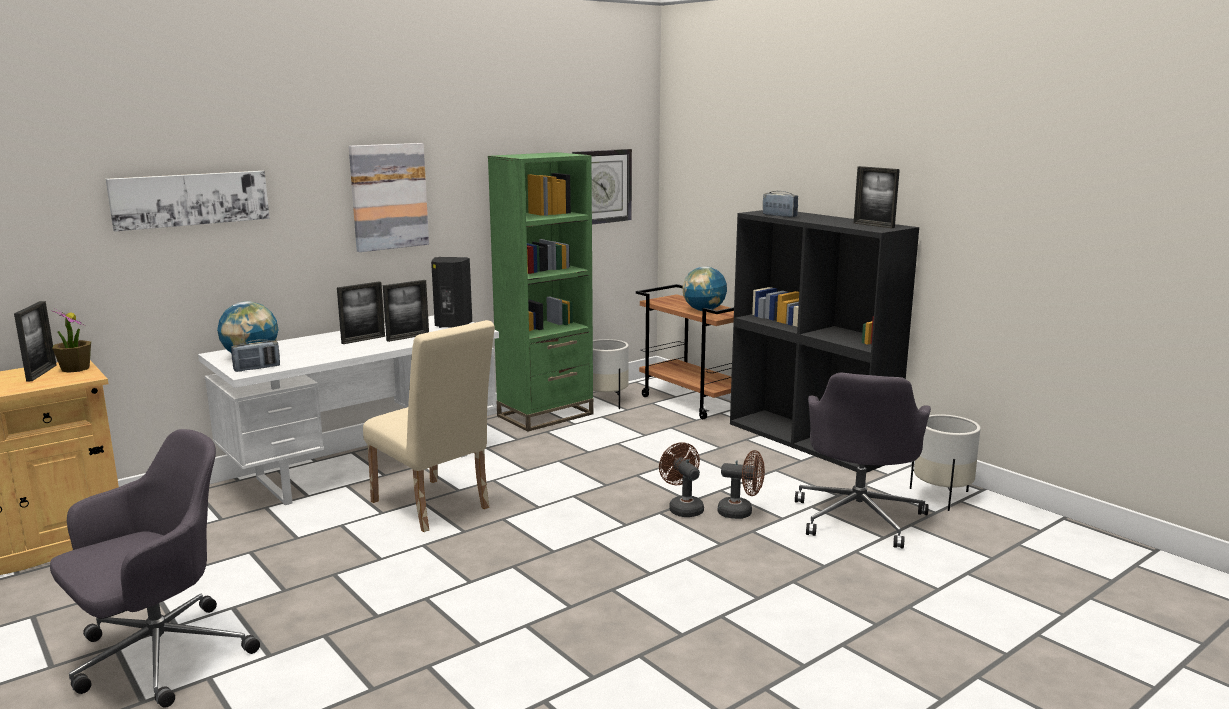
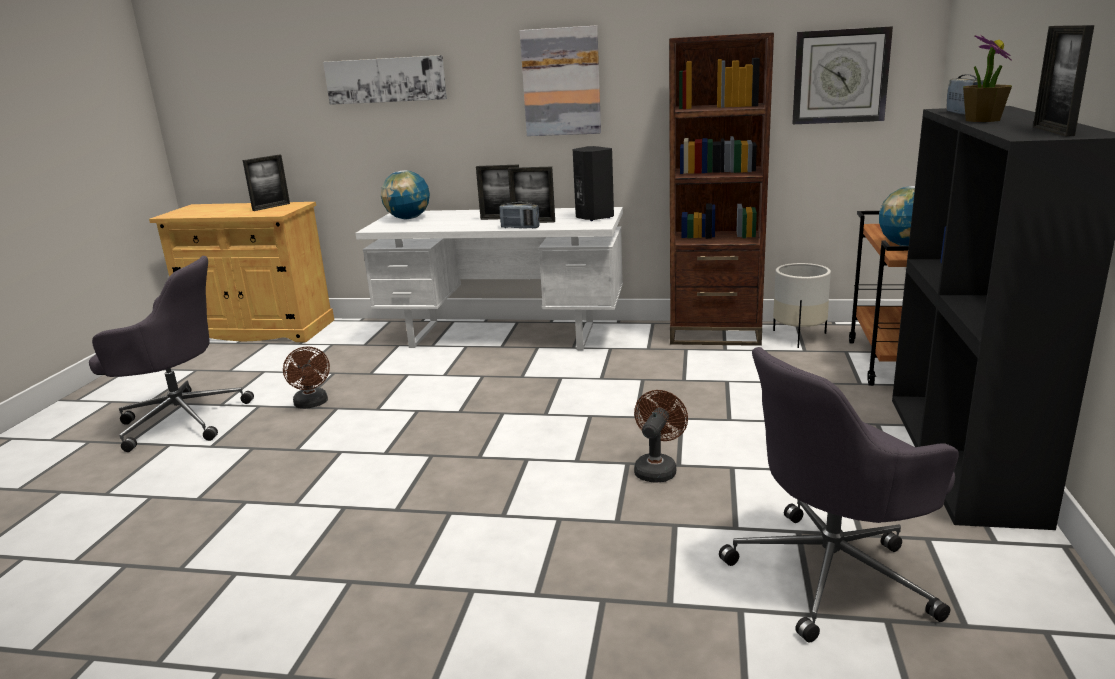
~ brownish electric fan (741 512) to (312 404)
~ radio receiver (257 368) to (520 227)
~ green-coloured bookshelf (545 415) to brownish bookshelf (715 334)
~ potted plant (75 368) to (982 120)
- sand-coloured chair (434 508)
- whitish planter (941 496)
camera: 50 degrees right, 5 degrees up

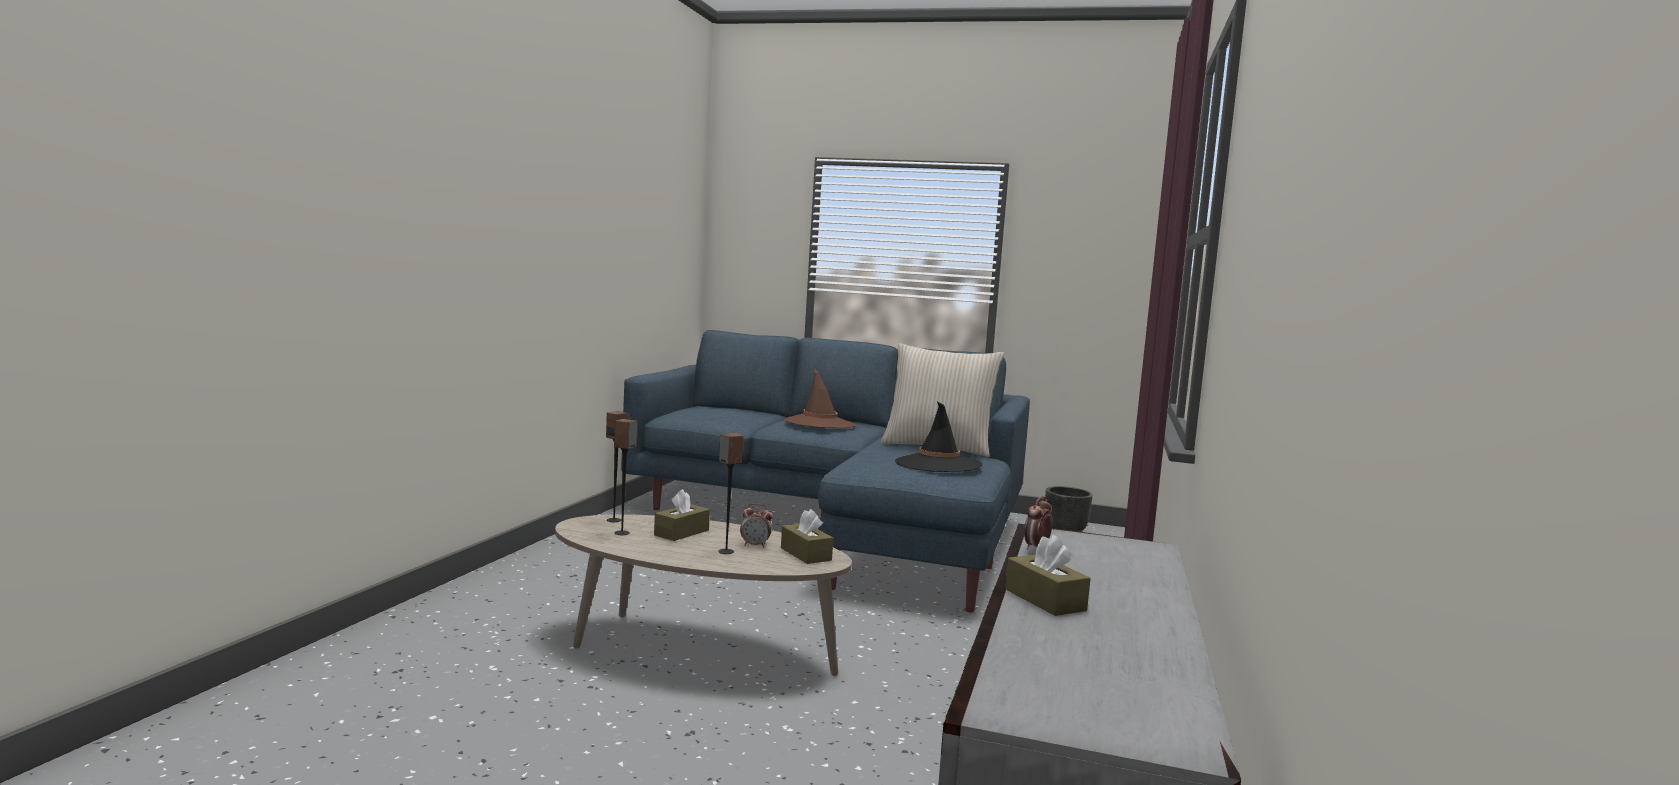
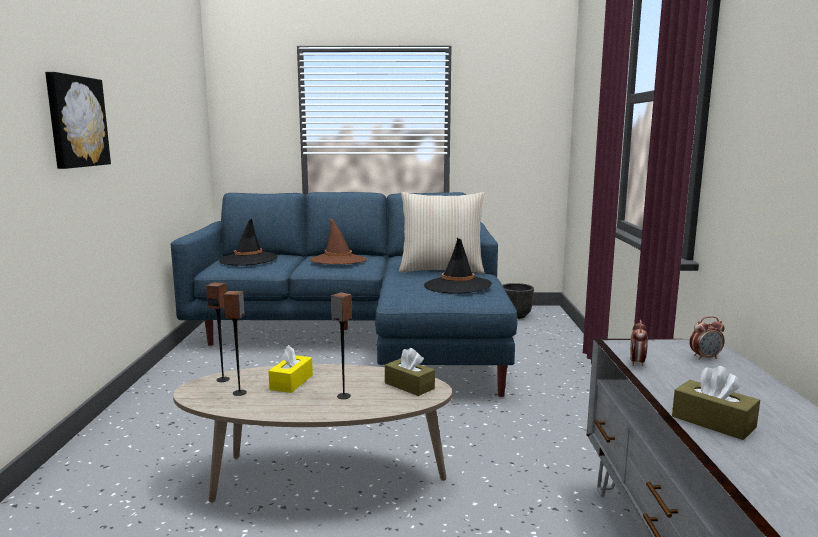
+ wall picture (76 121)
+ black-coloured wearable hat (248 259)
~ brownish box of tissues (681 532) to yellowish box of tissues (291 382)
~ alarm clock (755 545) to (705 357)
camera: 15 degrees left, 5 degrees up

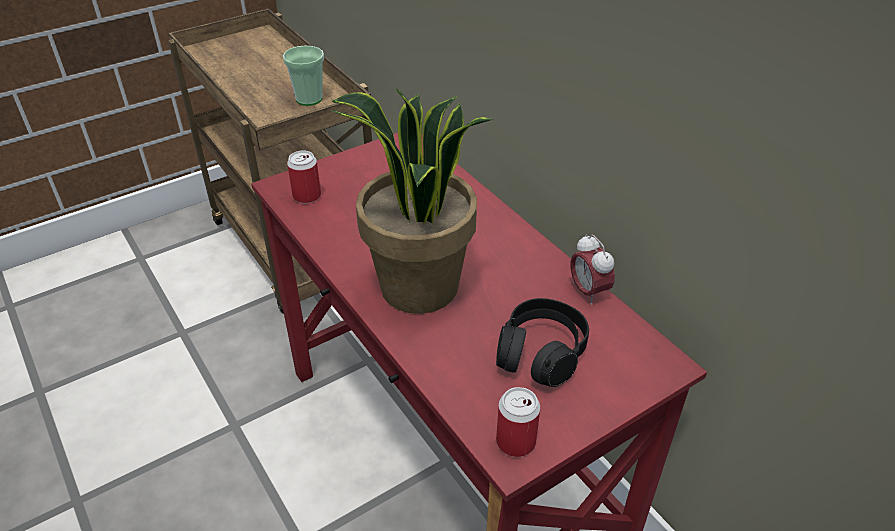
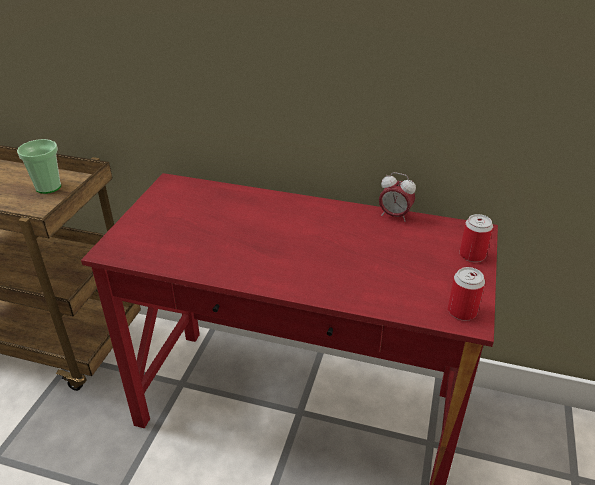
~ metal can (307 196) to (472 255)
- potted plant (418 288)
- black-coloured pair of headphones (541 353)
camera: 40 degrees left, 5 degrees down

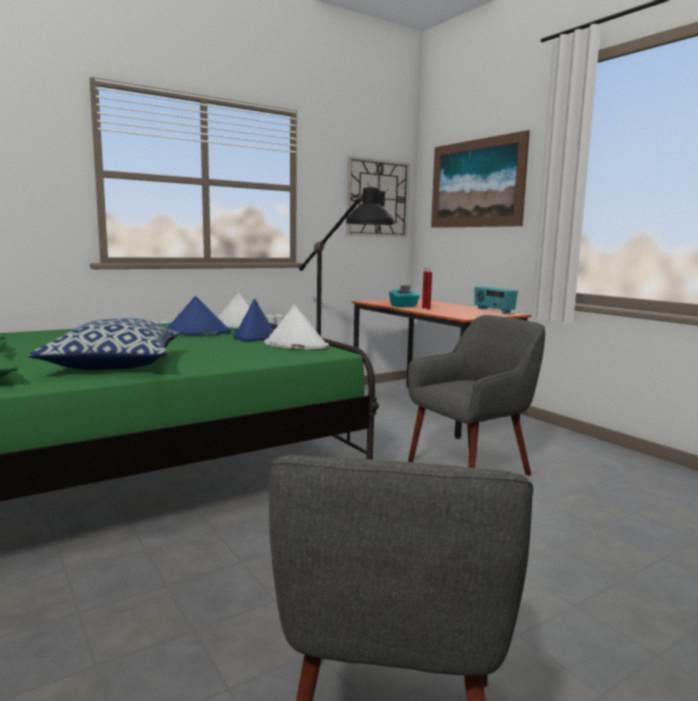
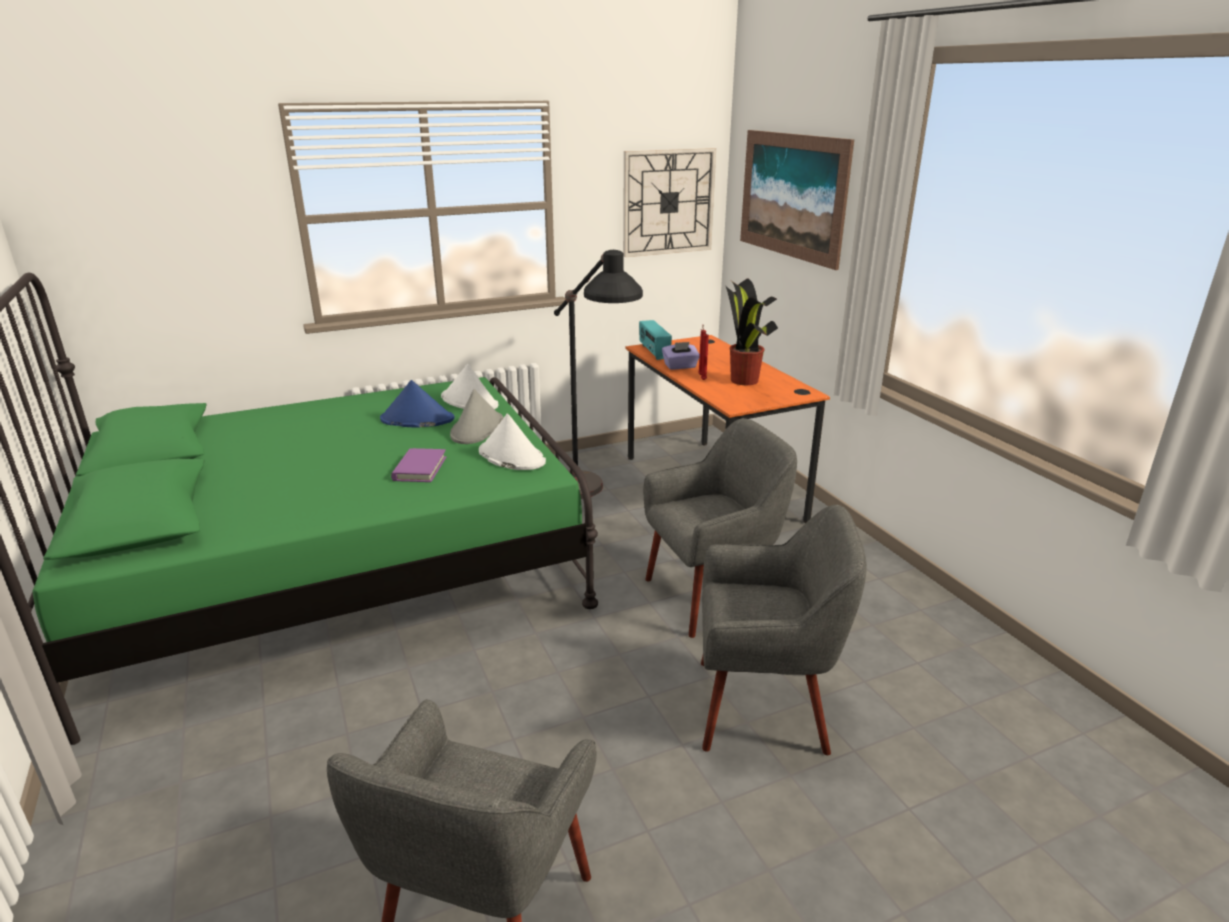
+ purple book (419 468)
~ blue-coloured wearable hat (254 335) to gray wearable hat (477 429)
~ radio receiver (493 310) to (653 352)
~ turquoise-coloured box of tissues (403 306) to purple box of tissues (680 366)
+ gray easy chair (763 707)
+ potted plant (744 381)
- cushion (113 365)
camera: 10 degrees right, 15 degrees up

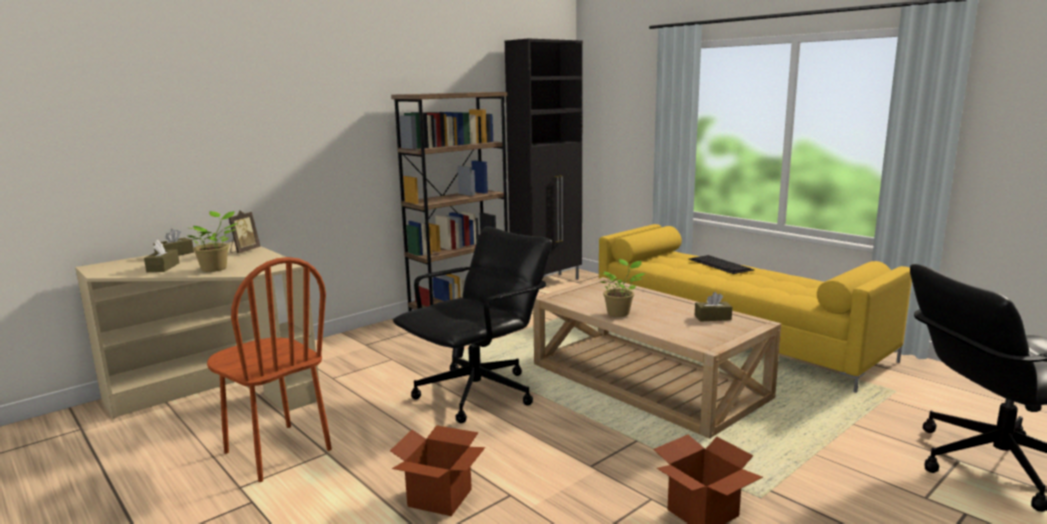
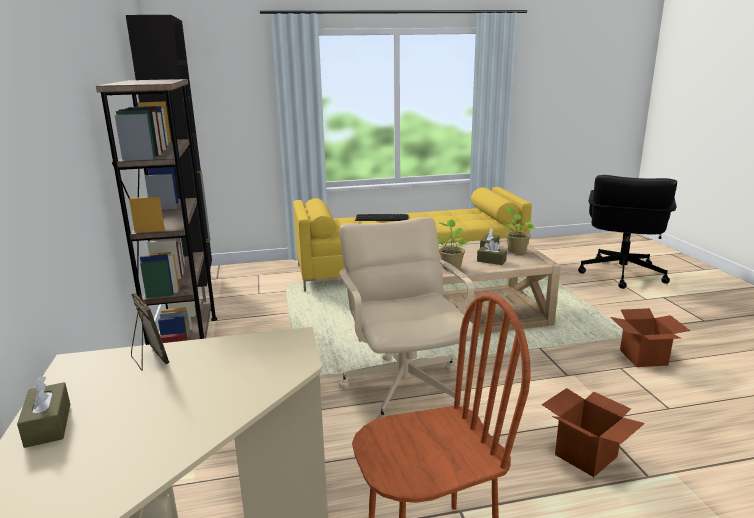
~ black-coloured office chair (478 393) to sand-coloured office chair (404 388)
~ brownish box of tissues (163 267) to (491 261)
~ potted plant (216 268) to (516 250)
camera: 60 degrees left, 5 degrees up

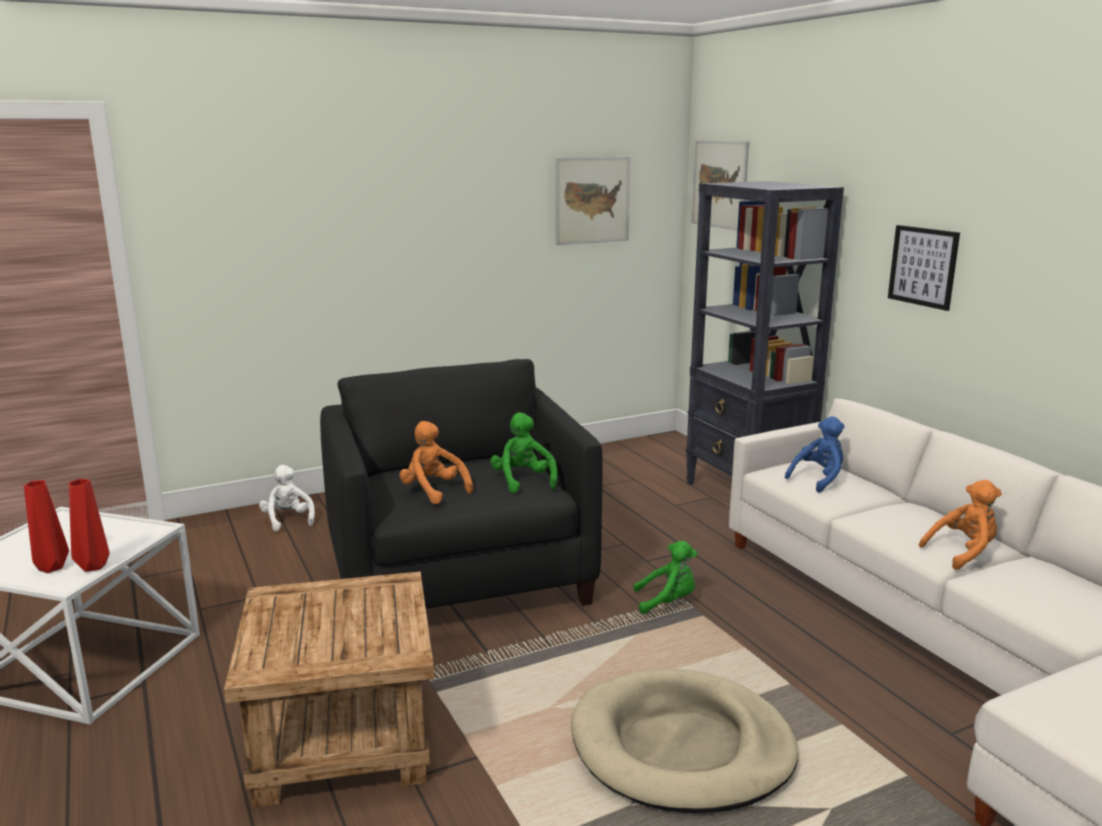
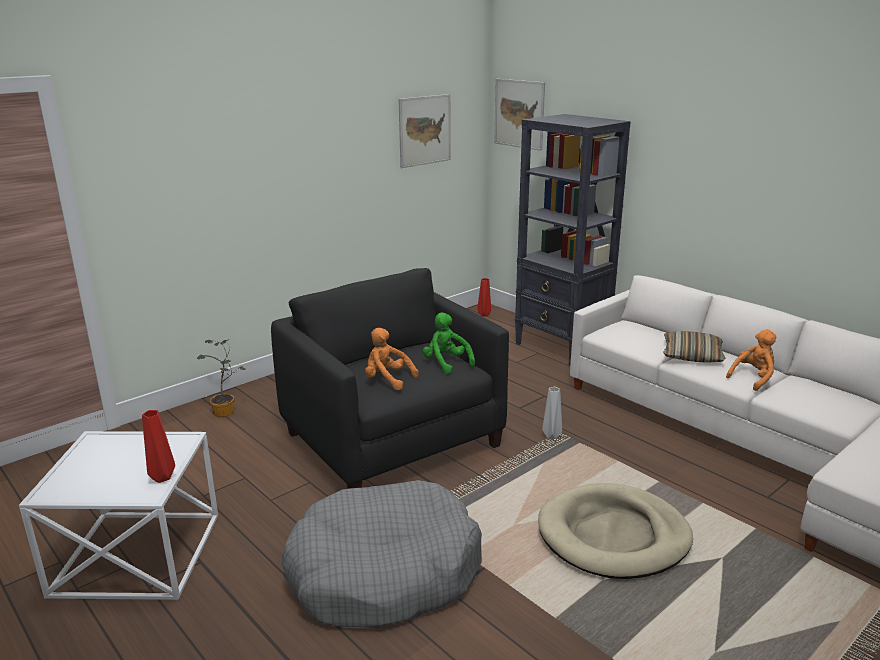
~ whitish soft toy (288 520) to potted plant (226 412)
~ brownish side table (345 738) to gray pet bed (383 572)
~ reddish decorative vase (53 567) to (484 314)
~ green-coloured soft toy (667 602) to gray decorative vase (550 436)
+ cushion (692 355)
- blue-coloured soft toy (818 479)
- wall picture (923 266)
camera: 15 degrees left, 5 degrees up

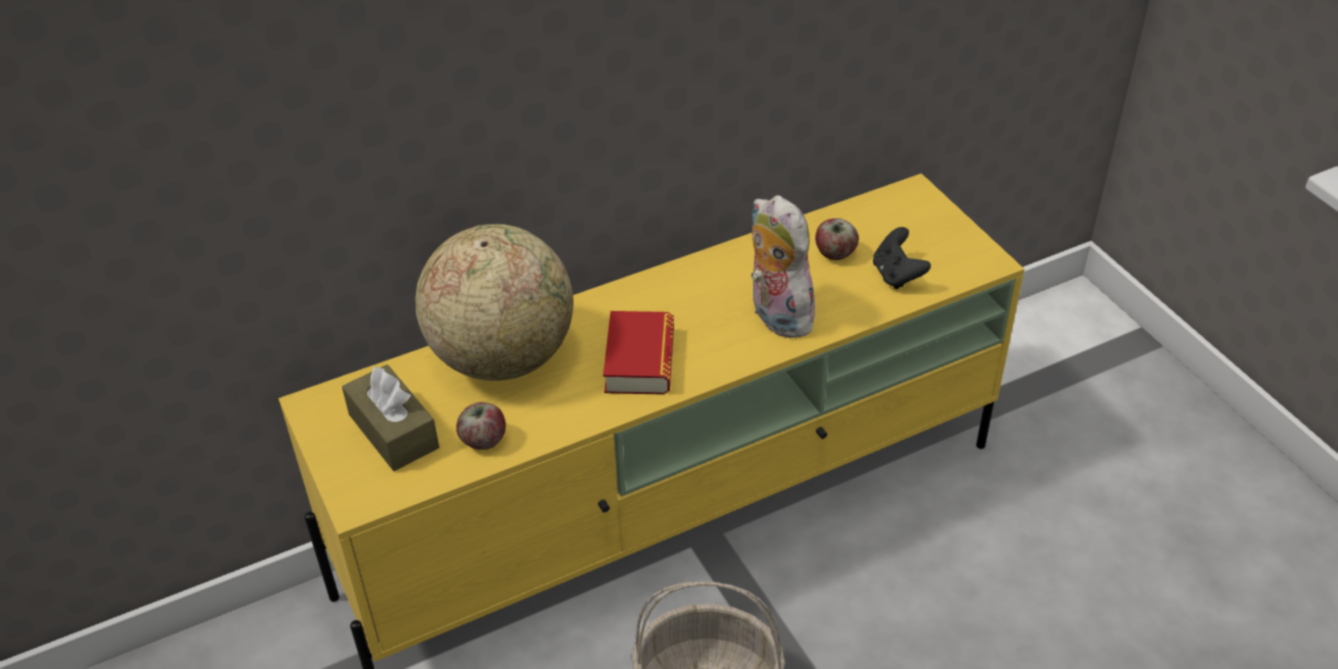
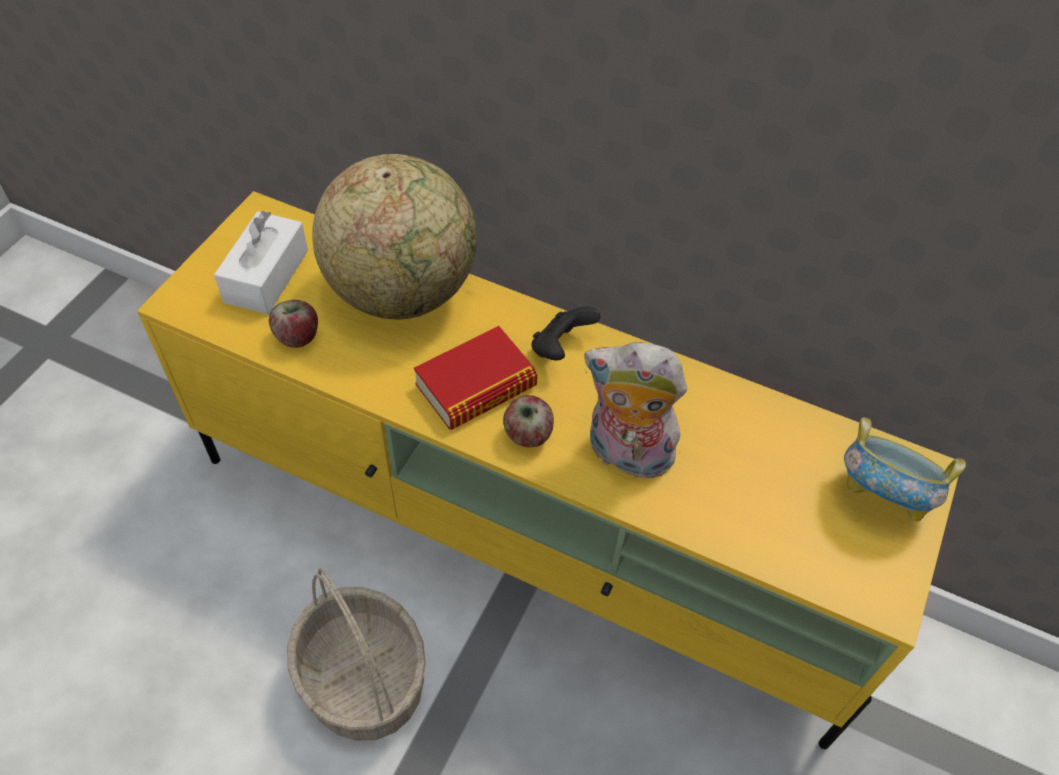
~ brownish box of tissues (393 431) to whitish box of tissues (266 276)
~ apple fruit (835 254) to (527 435)
~ black-coloured joypad (897 275) to (560 348)
~ soft toy (776 315) = (625 455) 90 degrees counterclockwise
+ serving bowl (882 496)
camera: 50 degrees right, 10 degrees up

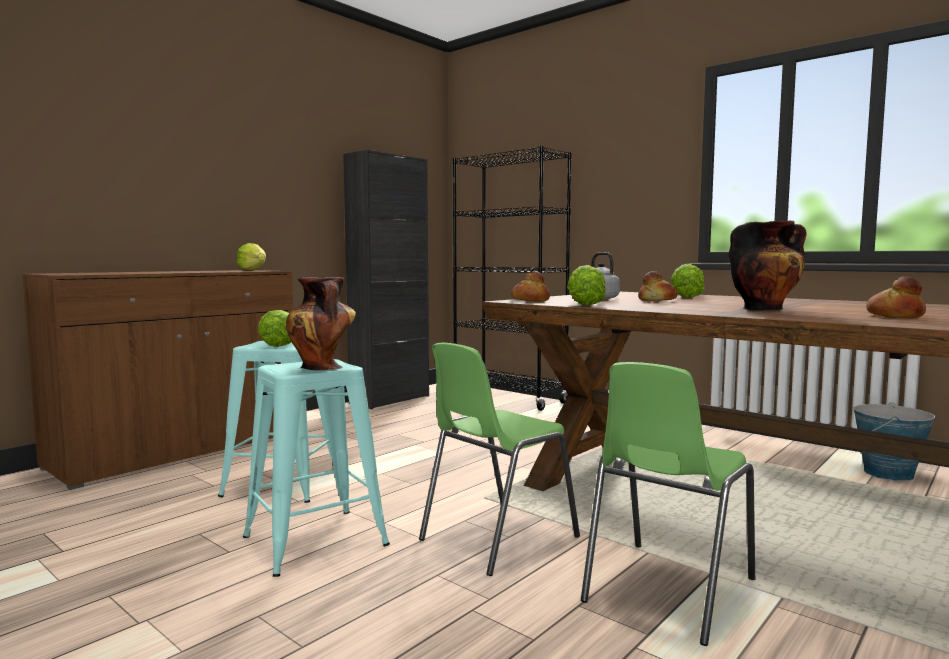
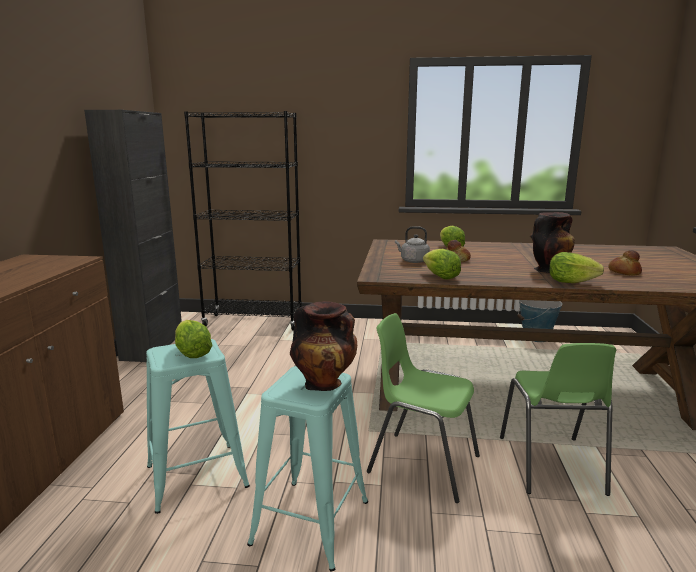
~ green-coloured chair (496 538) = (422 464) 105 degrees clockwise
~ head of lettuce (253 270) to (570 282)
- baked bread (530 300)
camera: 35 degrees left, 10 degrees up

